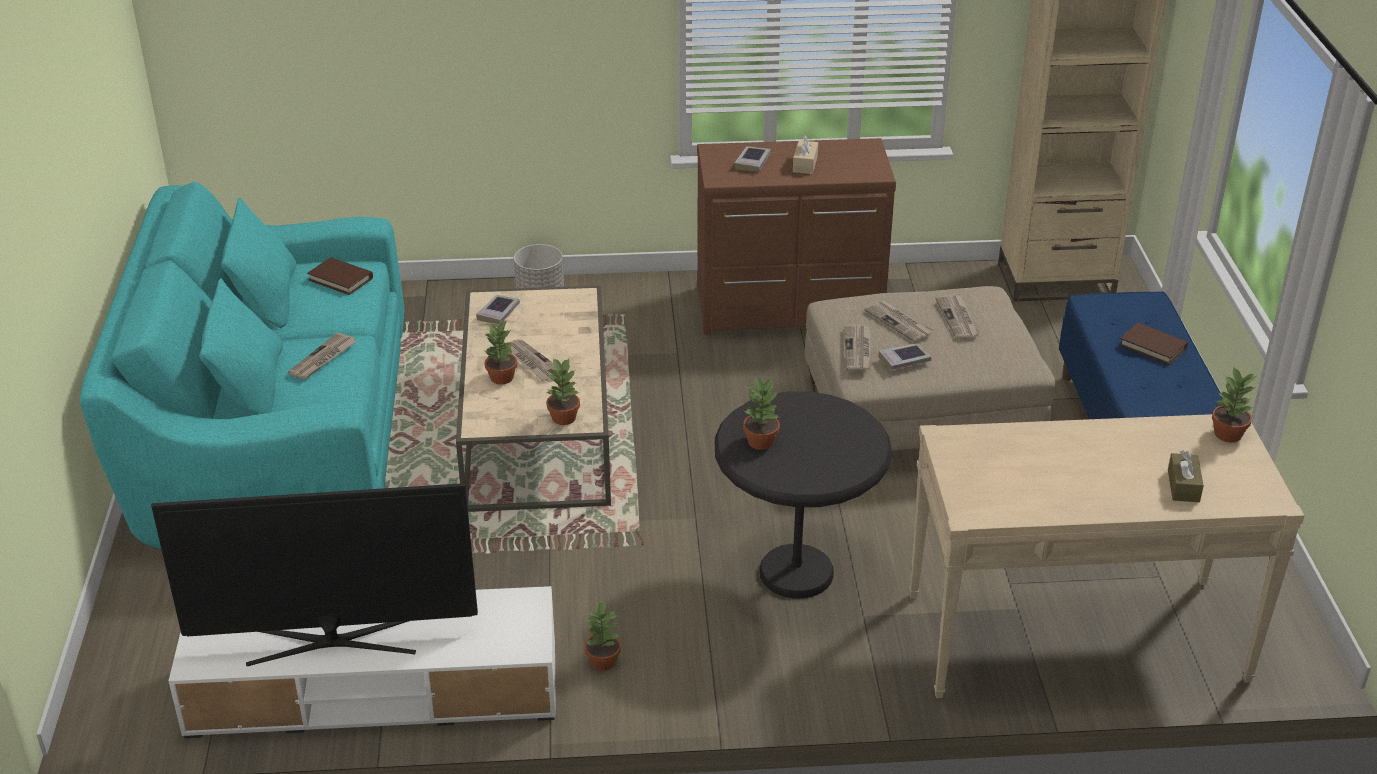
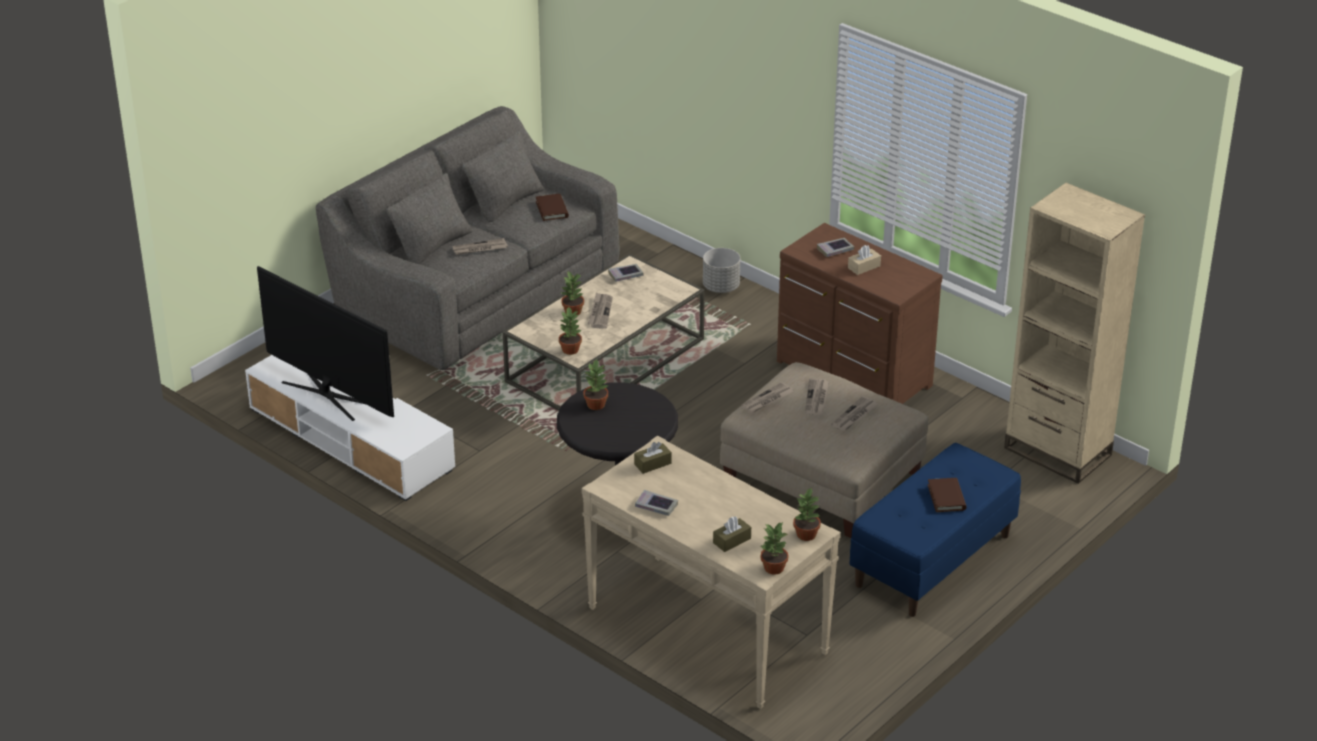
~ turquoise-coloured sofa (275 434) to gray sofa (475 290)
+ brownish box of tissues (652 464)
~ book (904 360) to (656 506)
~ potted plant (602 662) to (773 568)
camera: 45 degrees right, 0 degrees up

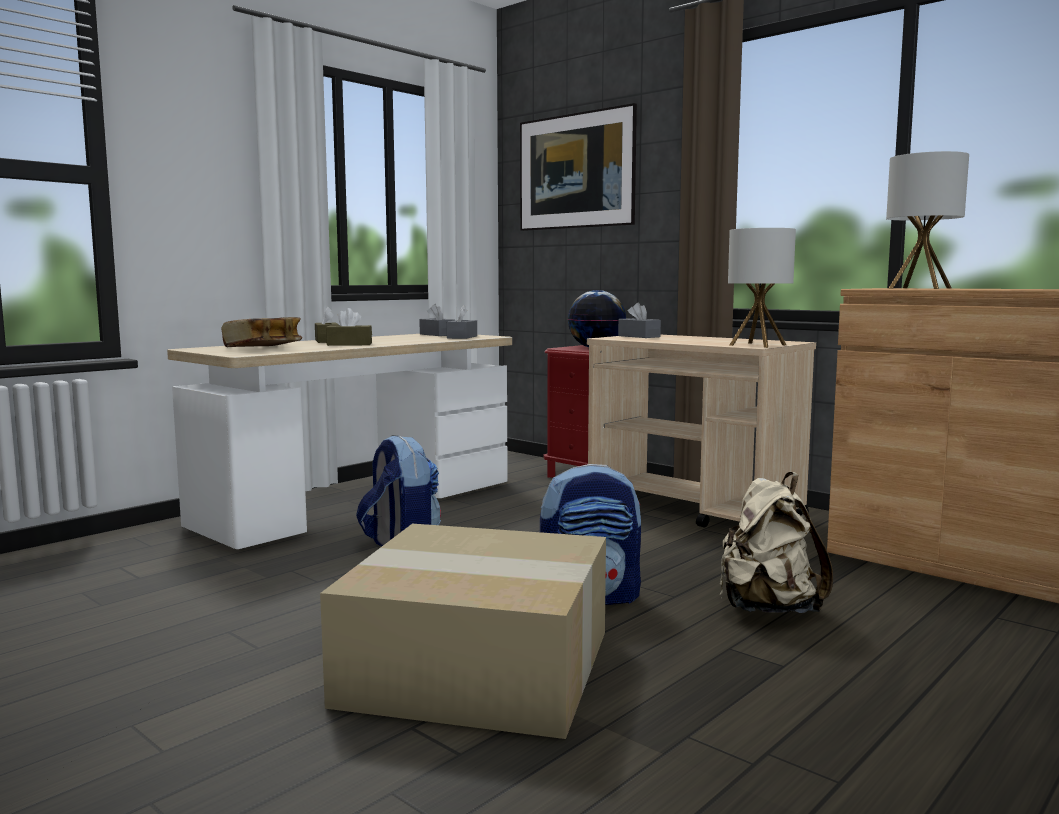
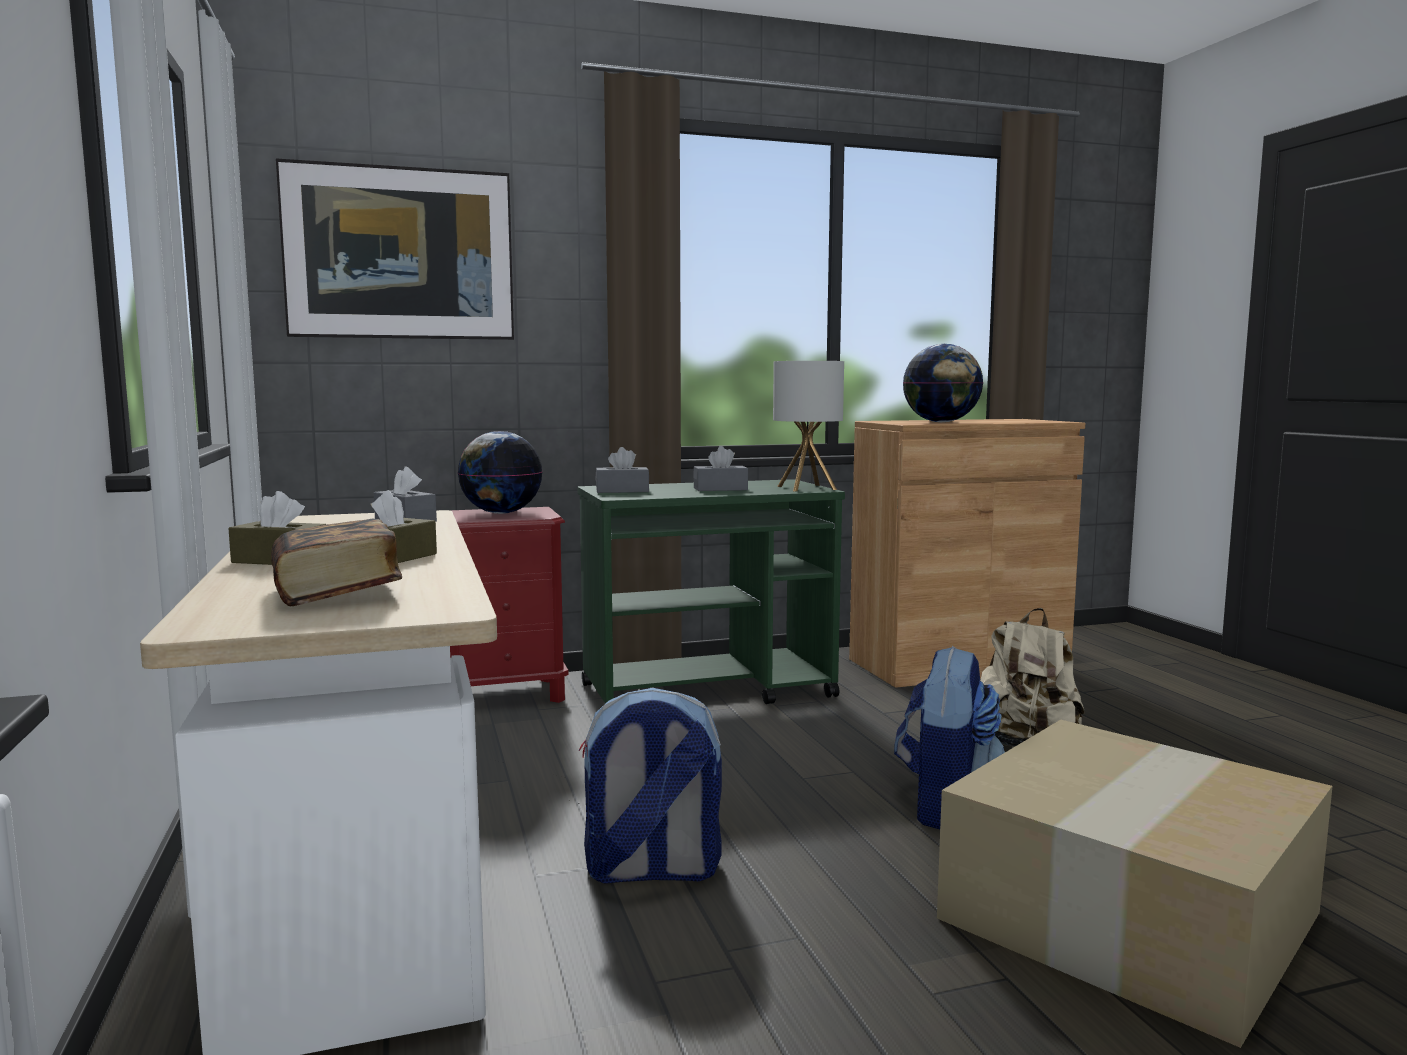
~ sand-coloured trolley (694 510) to green-coloured trolley (709 691)
~ gray box of tissues (437 334) to (720 489)
~ table lamp (920 288) to globe (941 422)
camera: 60 degrees left, 0 degrees up

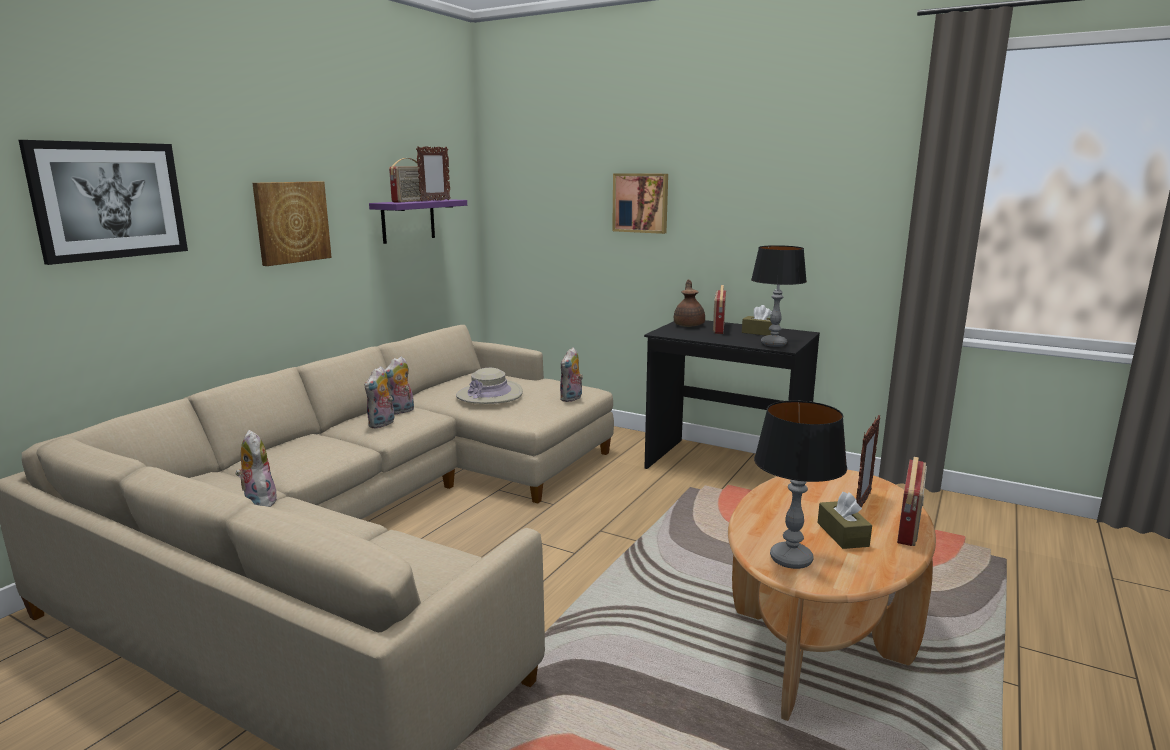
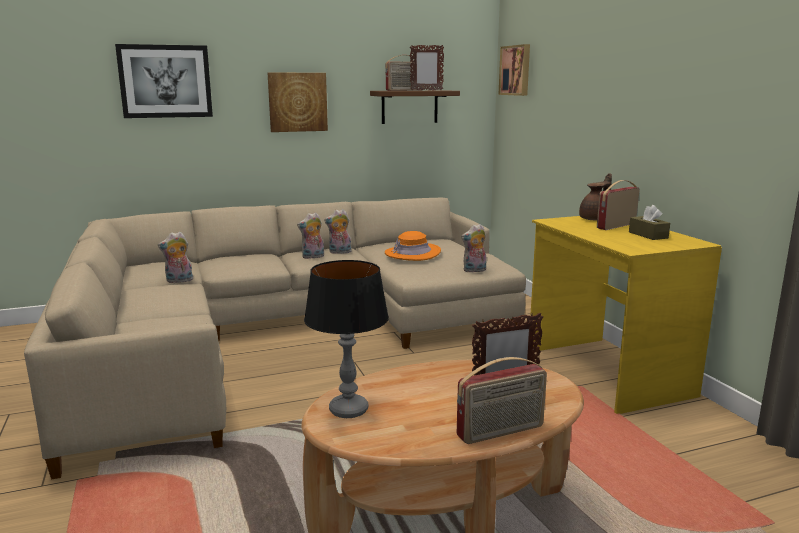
~ soft toy (258 501) = (179 281) 120 degrees counterclockwise
~ purple wall shelf (408 220) to brownish wall shelf (409 107)
~ sand-coloured wearable hat (489 394) to orange wearable hat (412 253)
~ wall picture (641 203) to (516 70)
~ black-coloured desk (725 467) to yellowish desk (605 372)
- table lamp (773 344)
- brownish box of tissues (842 534)
camera: 40 degrees right, 0 degrees up

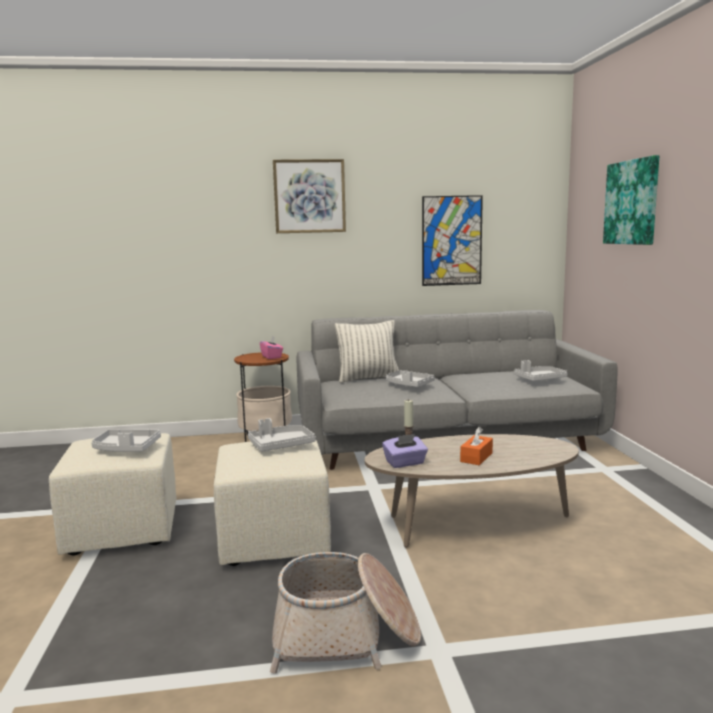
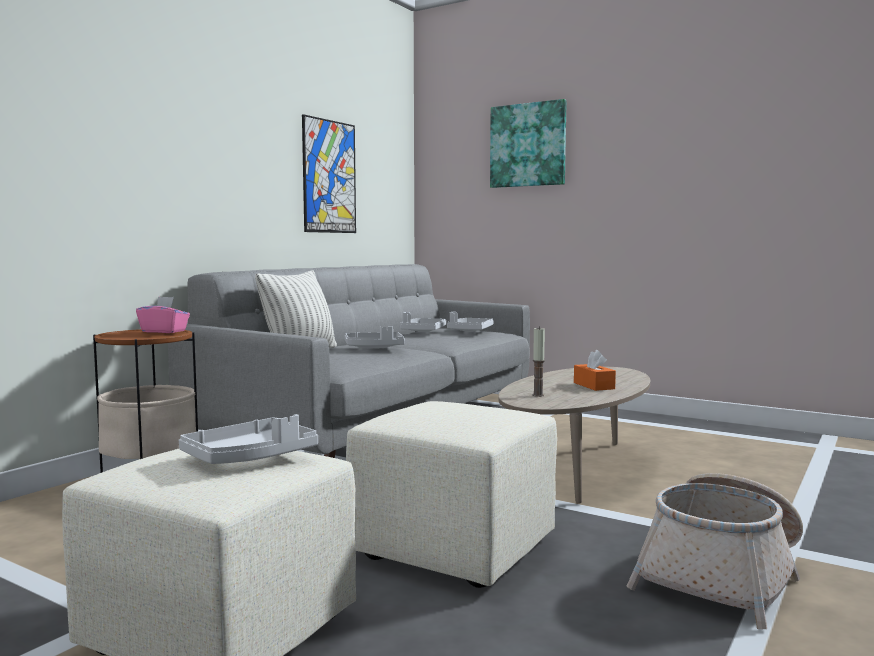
~ gray tray (281 445) to (423 331)
- wall picture (309 196)
- purple box of tissues (405 463)
camera: 50 degrees left, 5 degrees down

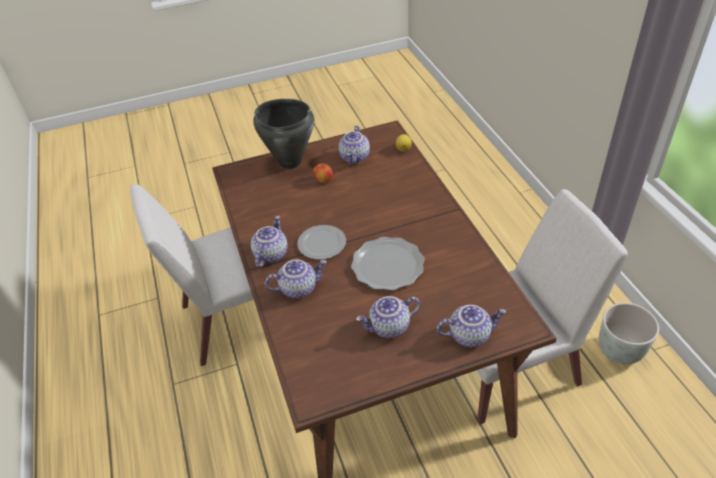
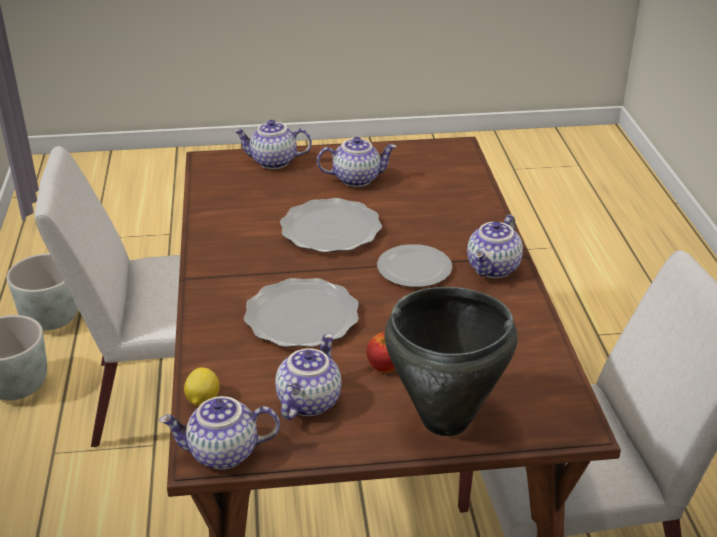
+ gray planter (51 319)
~ teapot (298 288) to (222 454)
+ plate (302 317)
camera: 170 degrees left, 10 degrees down

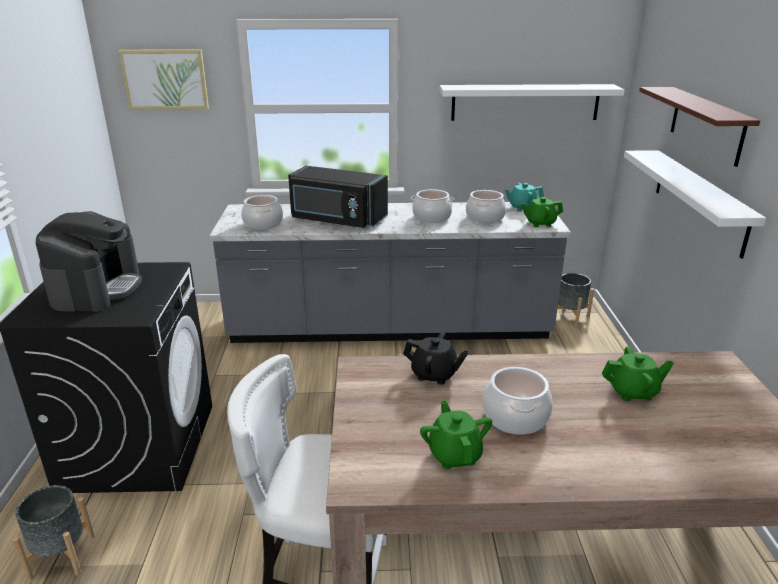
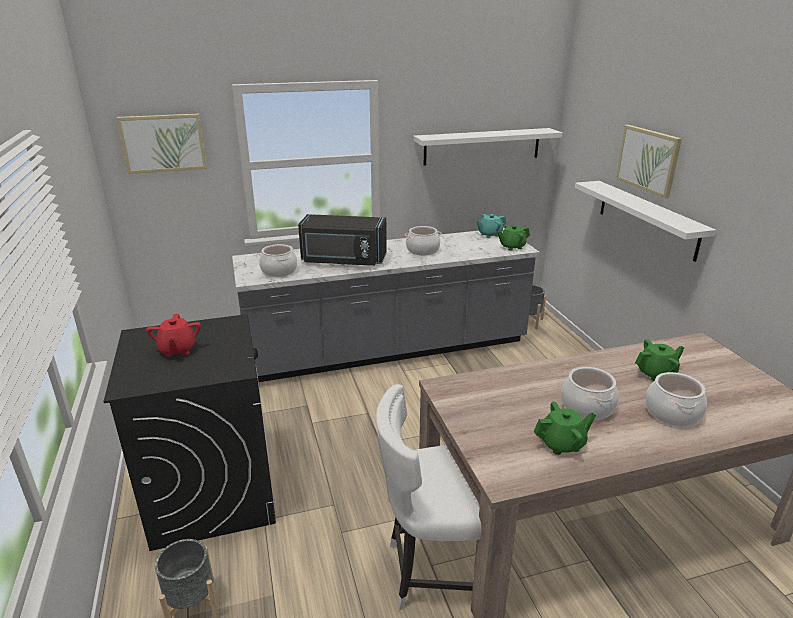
~ coffee brewer (97 289) to reddish teapot (177 350)
~ green-coloured teapot (454 455) = (562 444) 105 degrees clockwise
~ wall shelf (706 124) to wall picture (648 160)
~ cooking pot (485 218) to (672 413)
- black-coloured teapot (434 374)
camera: 15 degrees left, 0 degrees up

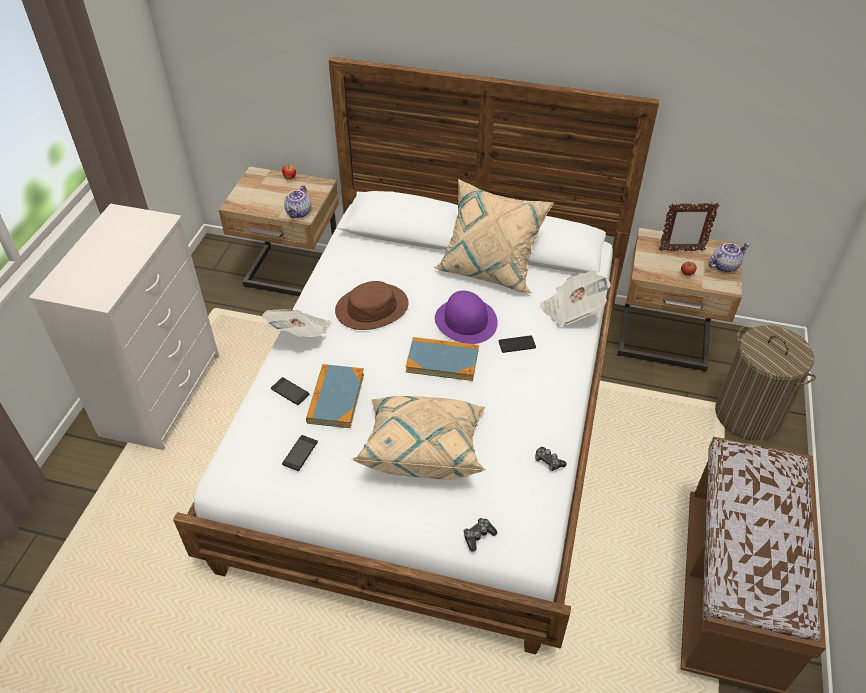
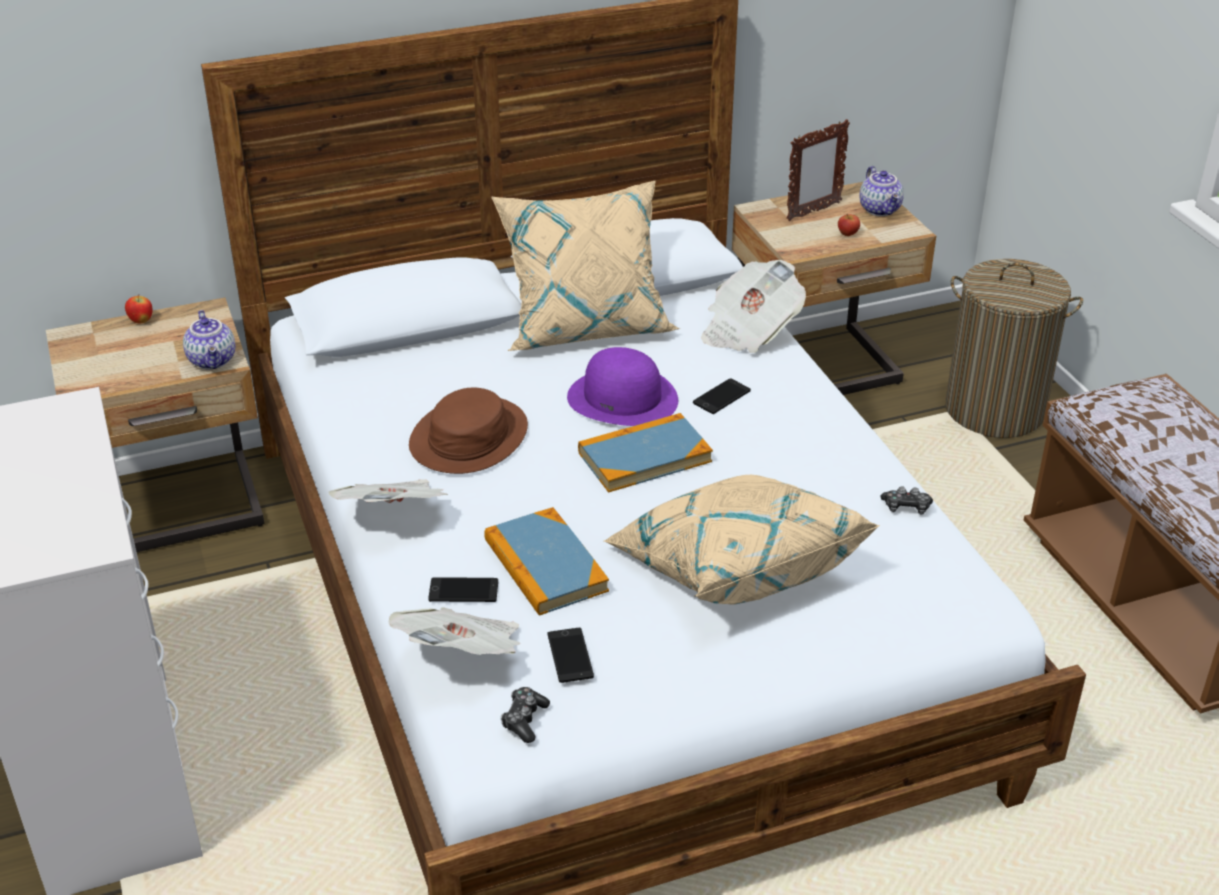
+ daily paper (463 656)
~ joypad (478 536) to (524 720)
~ teapot (724 265) = (881 209) 135 degrees clockwise
camera: 35 degrees left, 10 degrees down

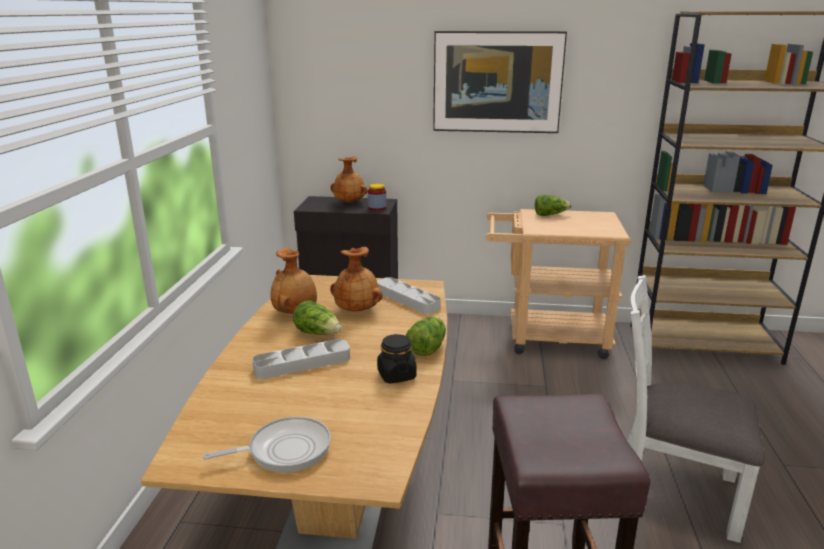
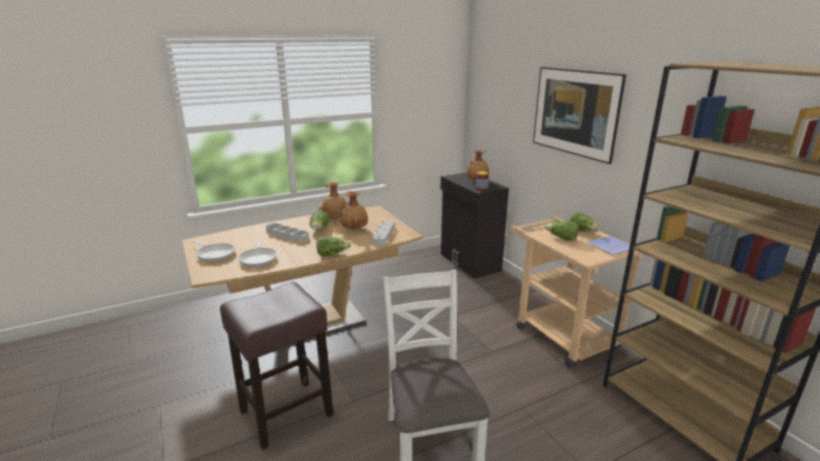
+ pan (258 259)
+ head of lettuce (561 238)
+ plate (608 247)
- black-coloured preserve jar (396 375)
camera: 55 degrees right, 0 degrees up

